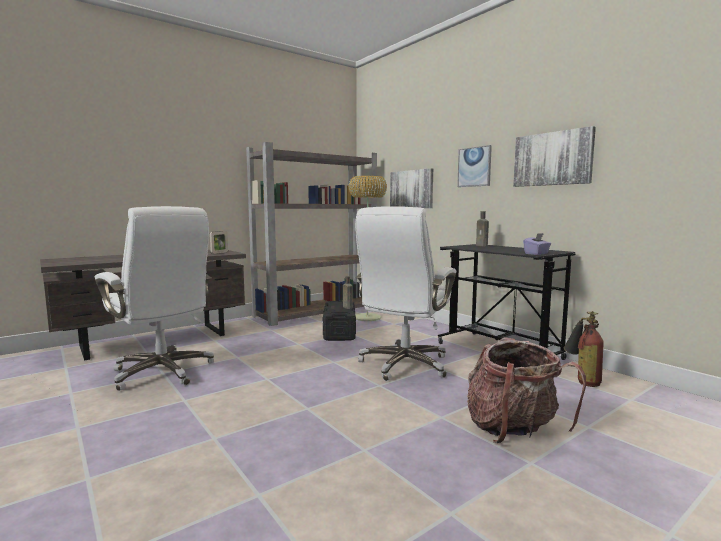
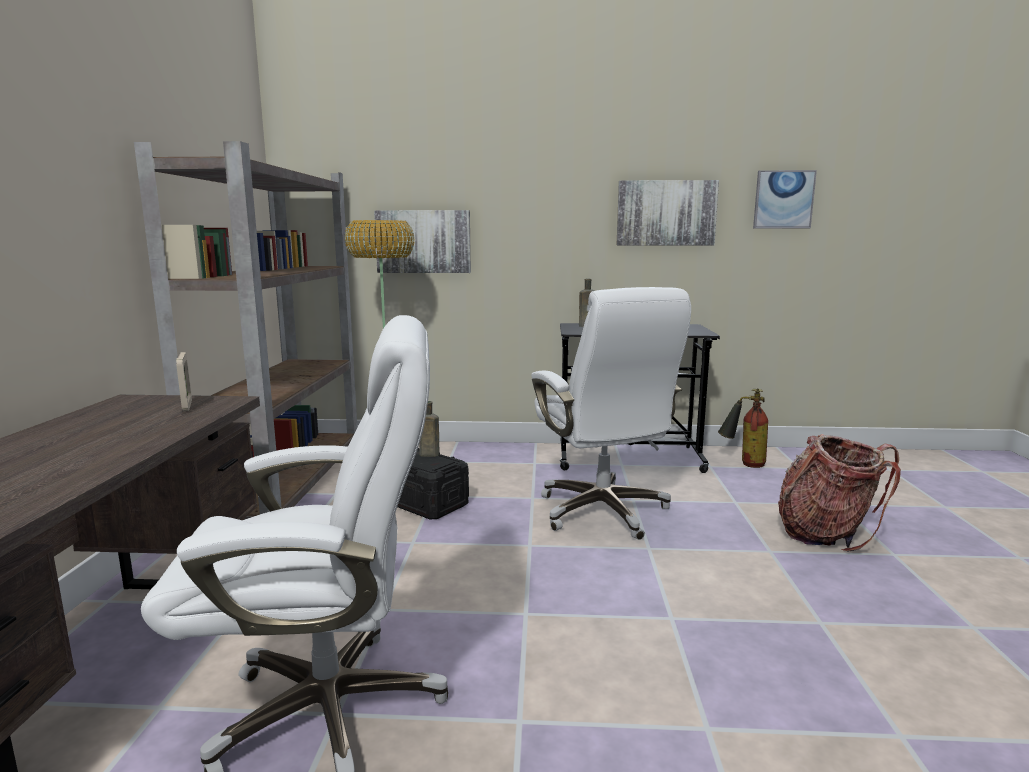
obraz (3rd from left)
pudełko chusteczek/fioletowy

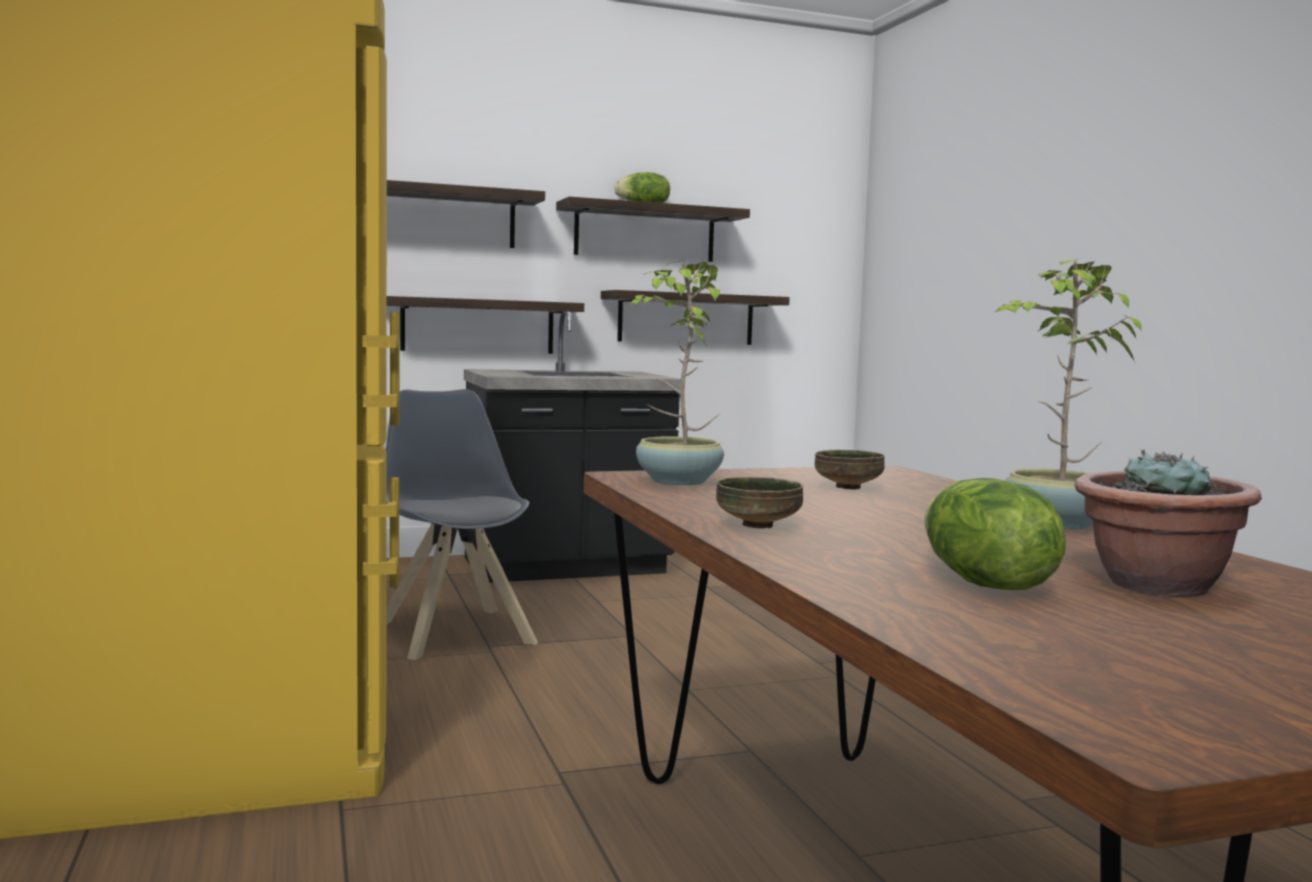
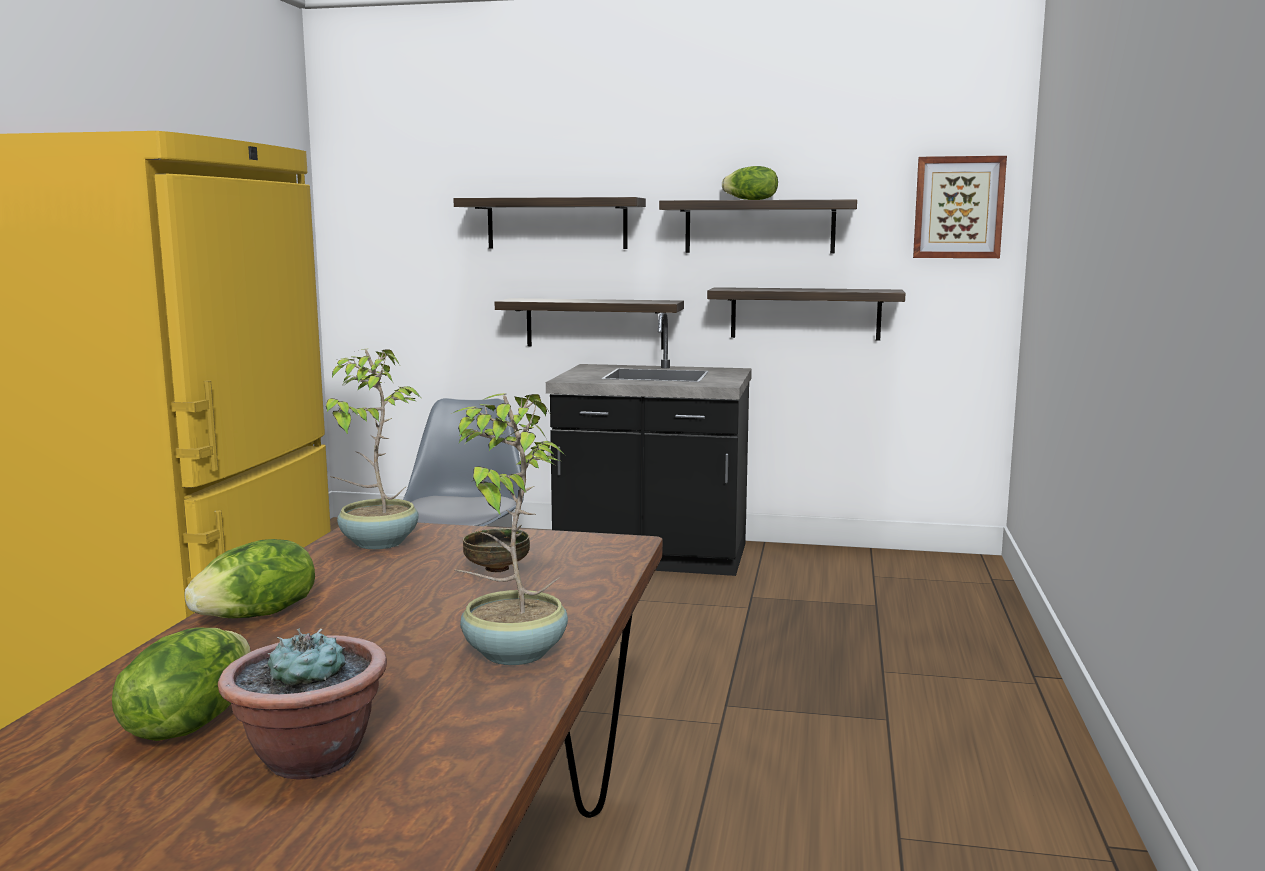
sałata (2nd from left)
obraz

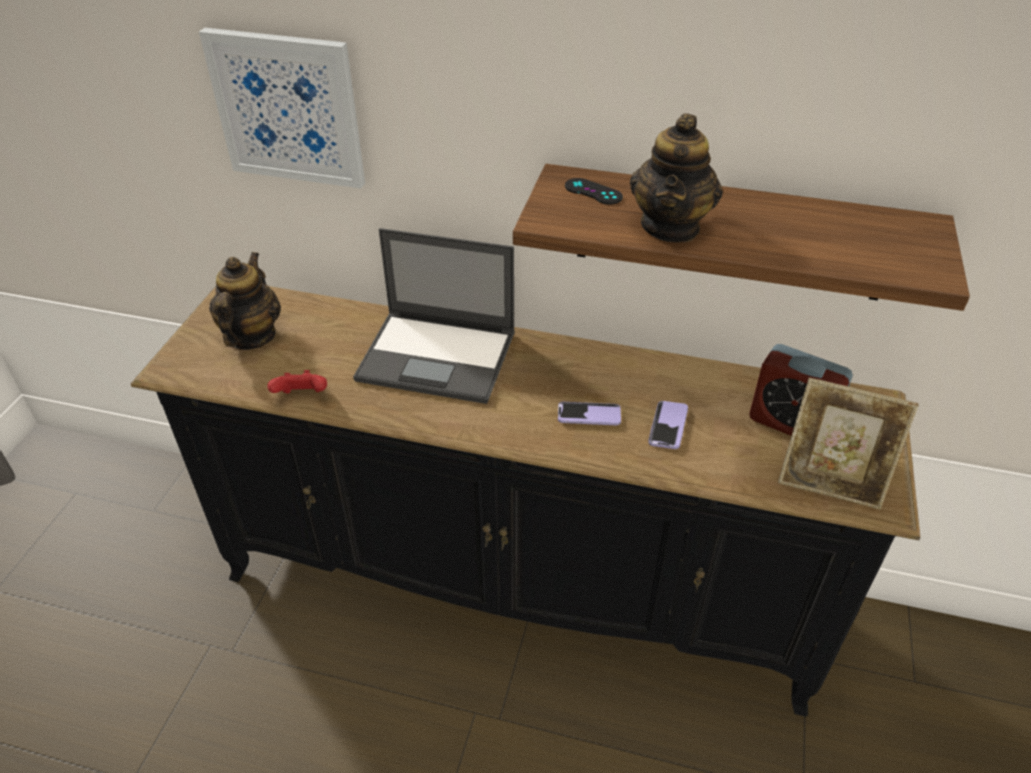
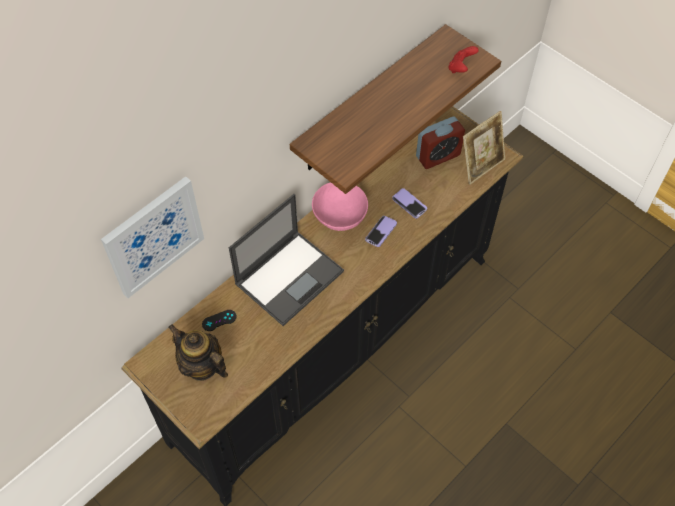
imbryk (2nd from left in the first image)
pad do gier/czarny
pad do gier/czerwony
miska/różowy

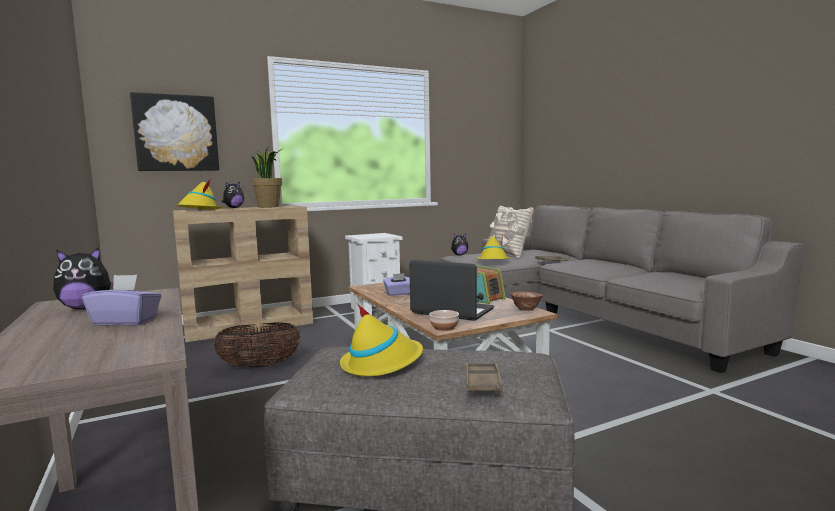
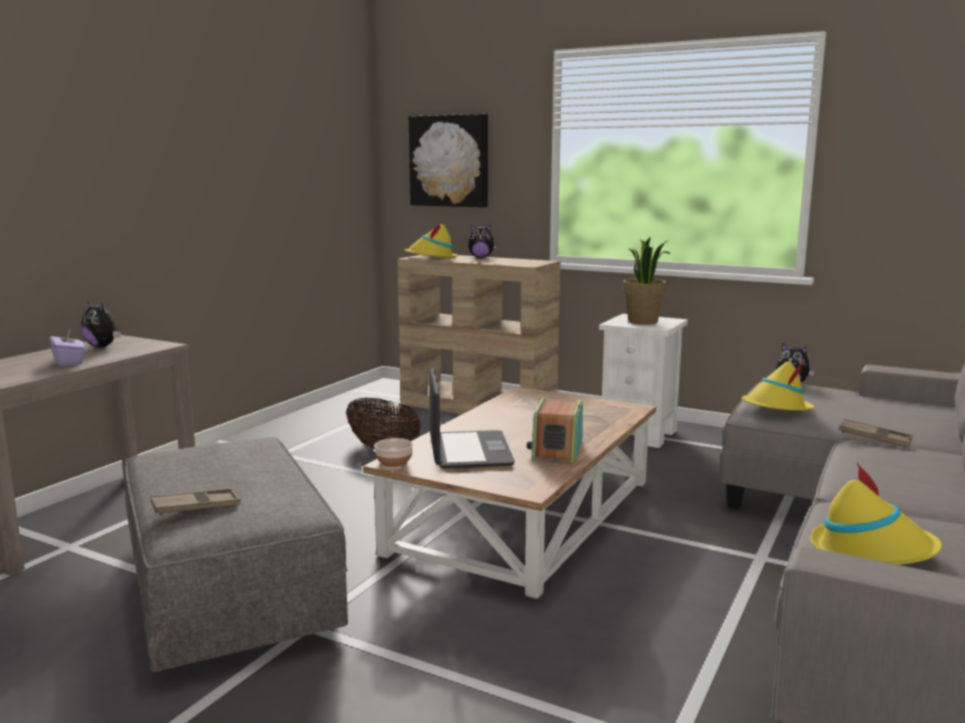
roślina doniczkowa
poduszka/beżowy
pudełko chusteczek/fioletowy (2nd from left in the first image)
miska (2nd from left in the first image)
kapelusz/żółty (3rd from left)

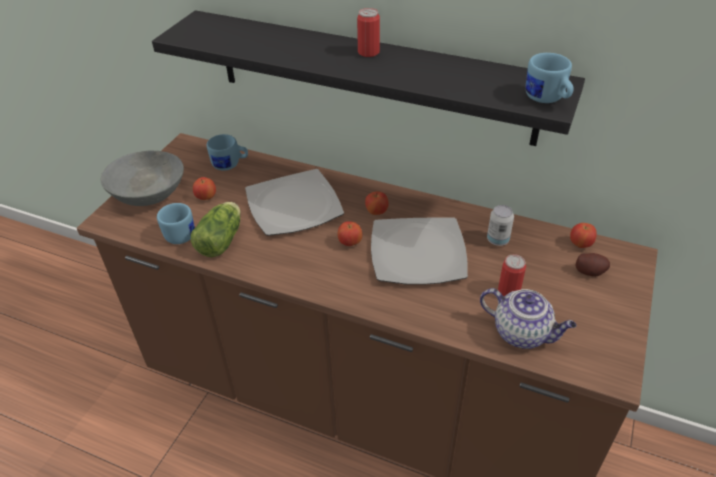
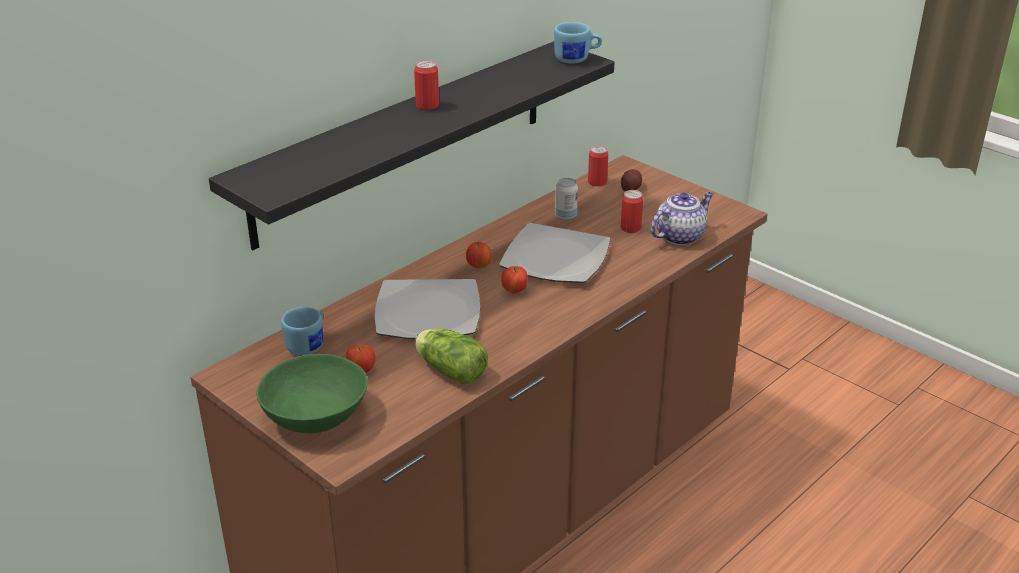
miska/zielony
kubek/niebieski (1st from left in the first image)
puszka (3rd from left)

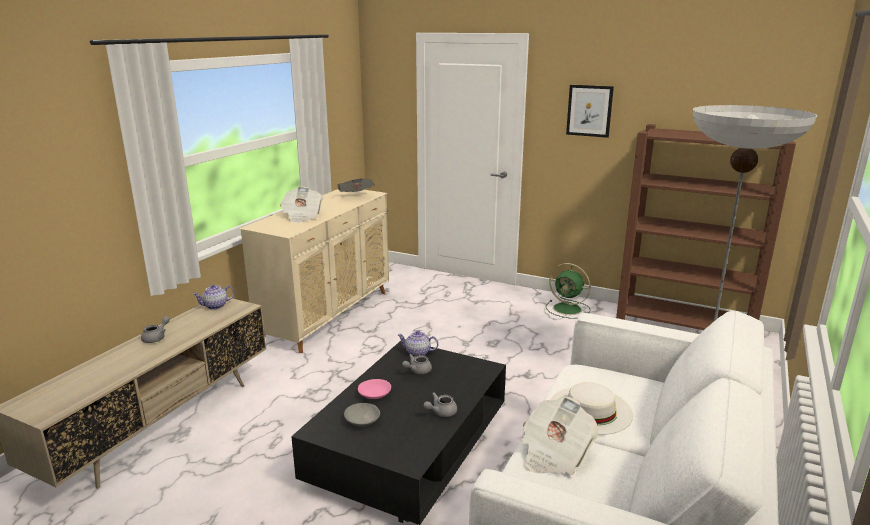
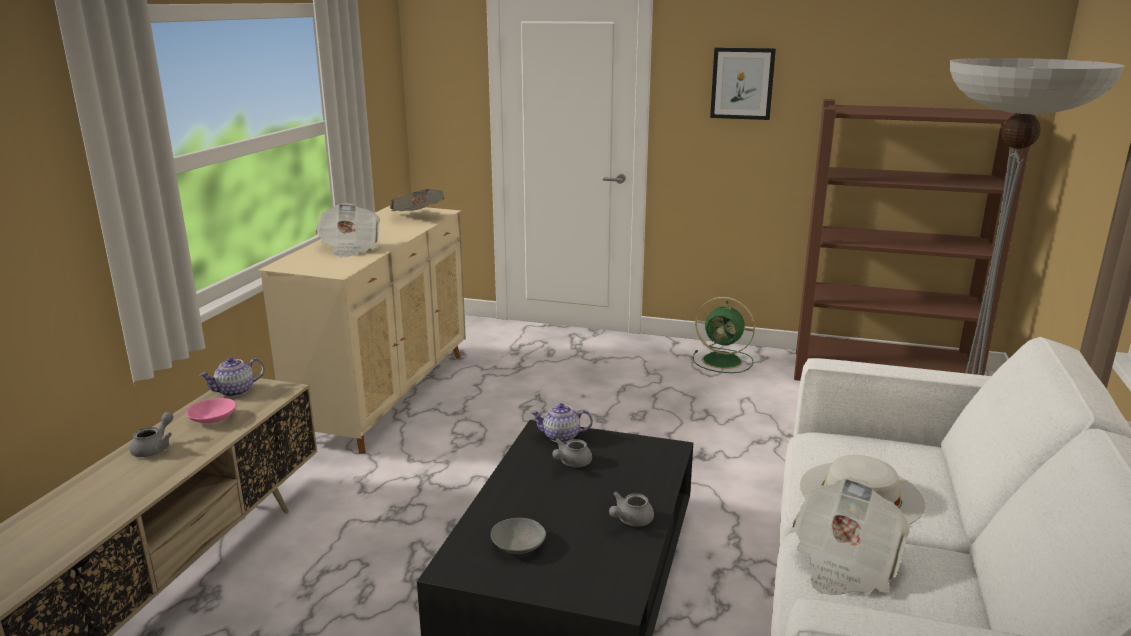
miska/różowy

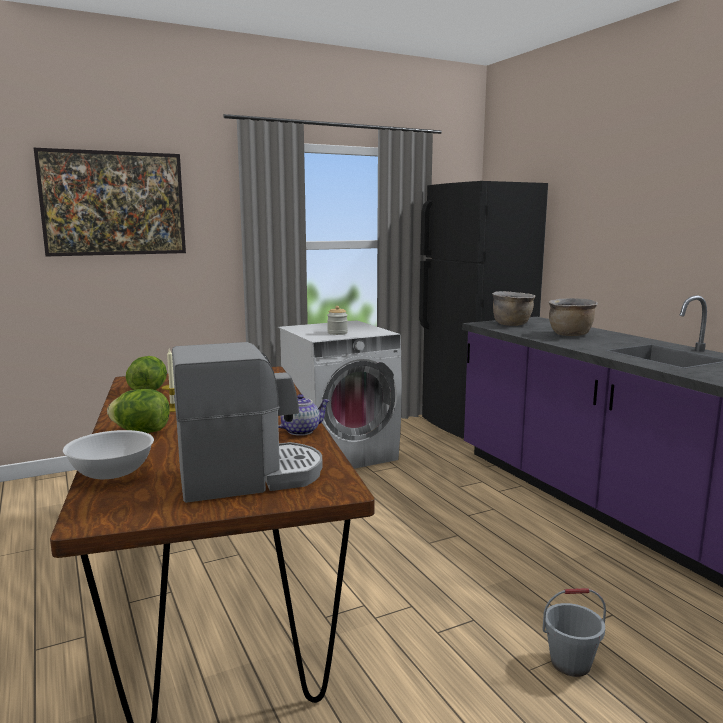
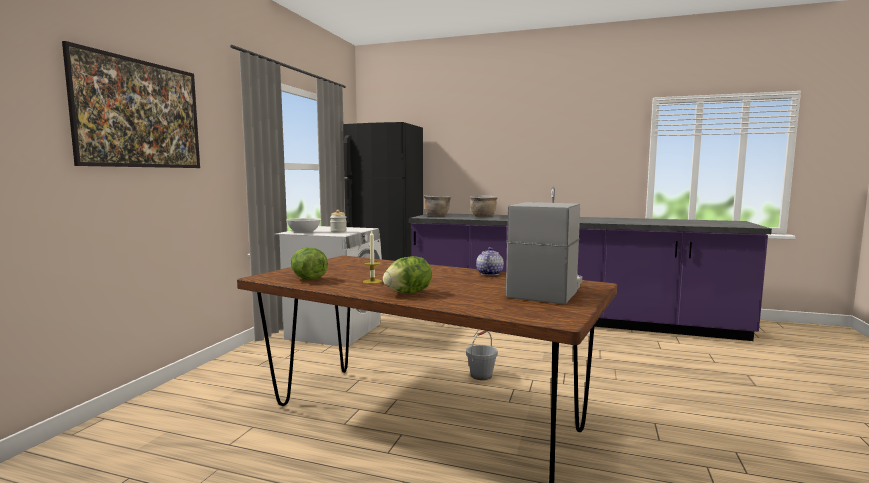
miska/biały
wiadro/szary

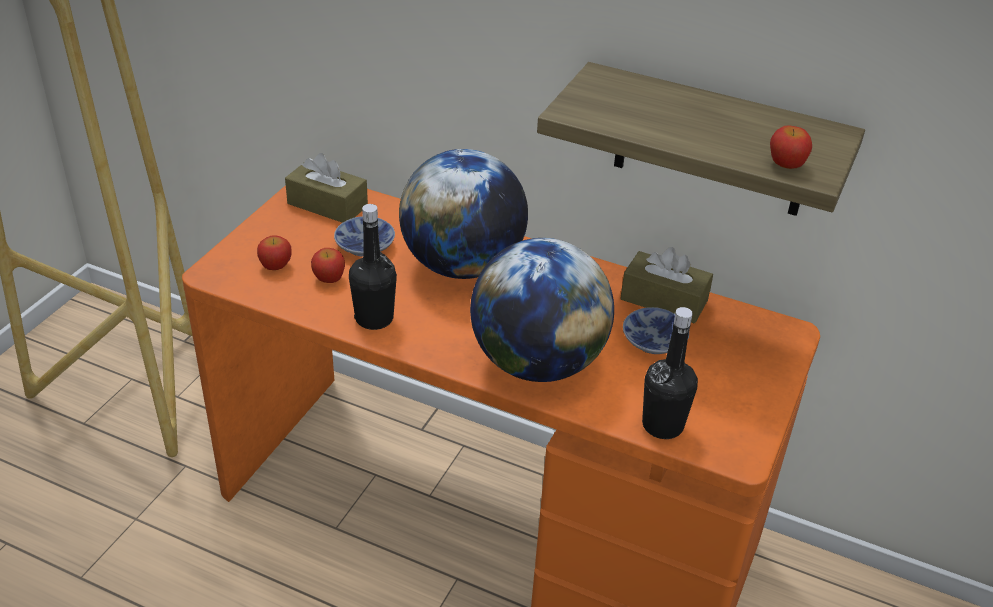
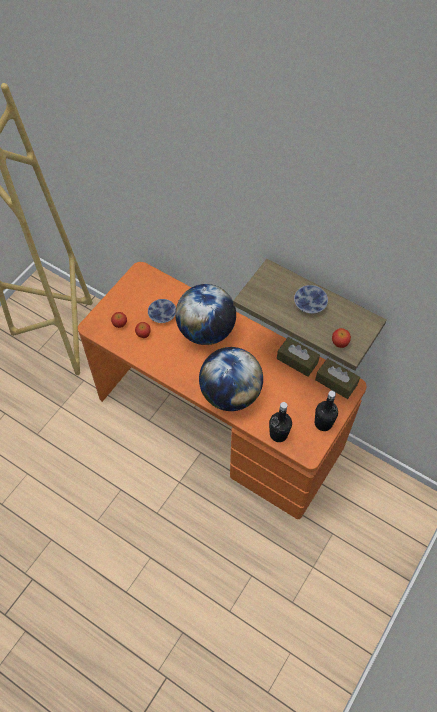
pudełko chusteczek/brązowy (2nd from left)
butelka/czarny (2nd from left)
miska (2nd from left)

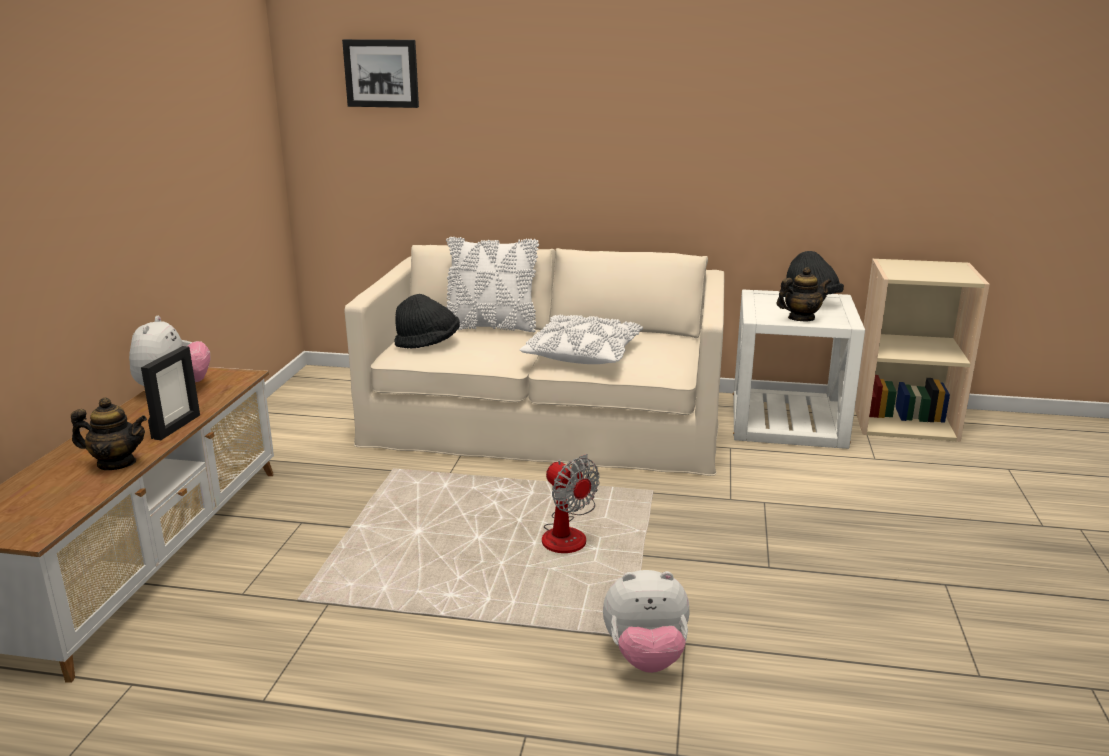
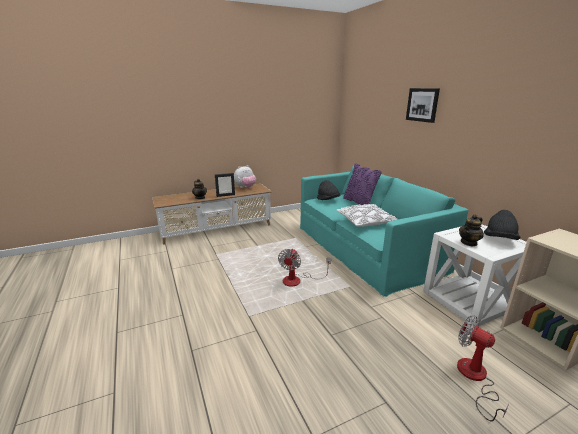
obraz
poduszka/fioletowy
kanapa/turkusowy
imbryk (2nd from left)
pluszak (2nd from left in the first image)
wentylator (2nd from left)

